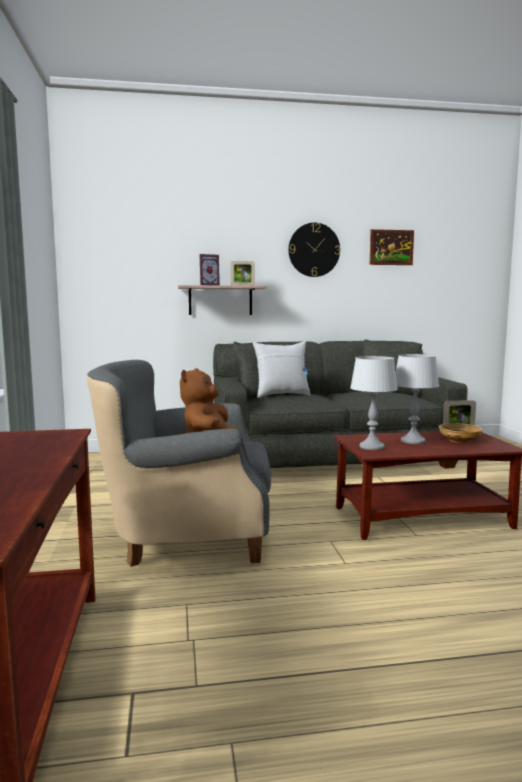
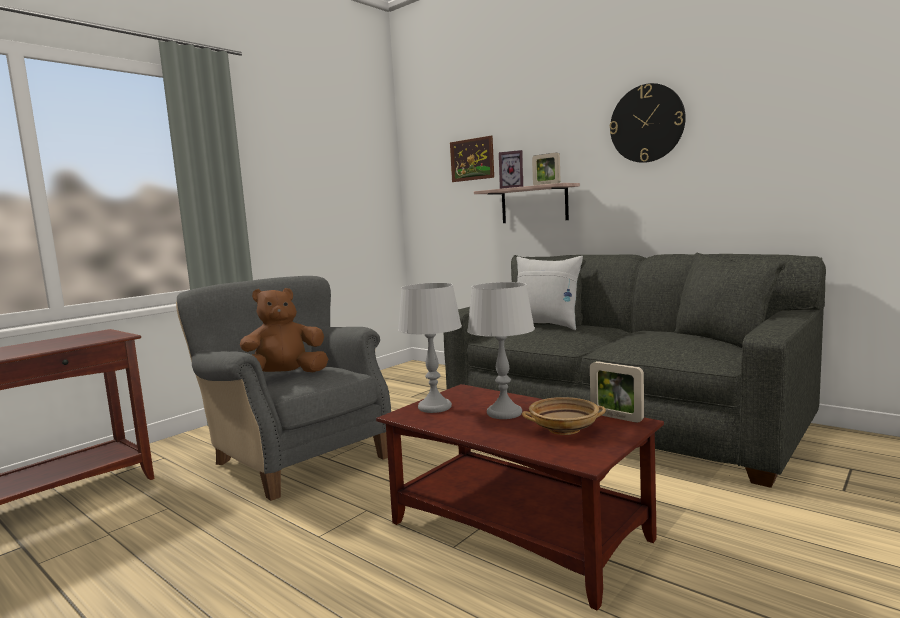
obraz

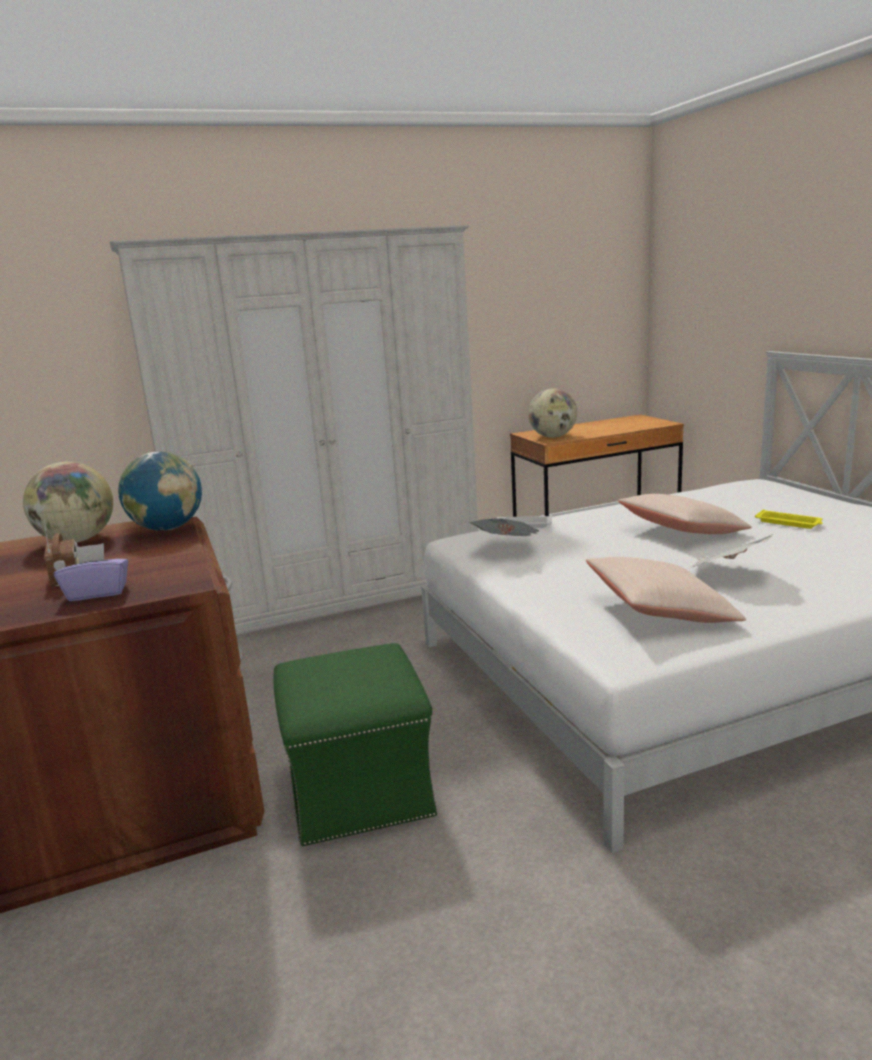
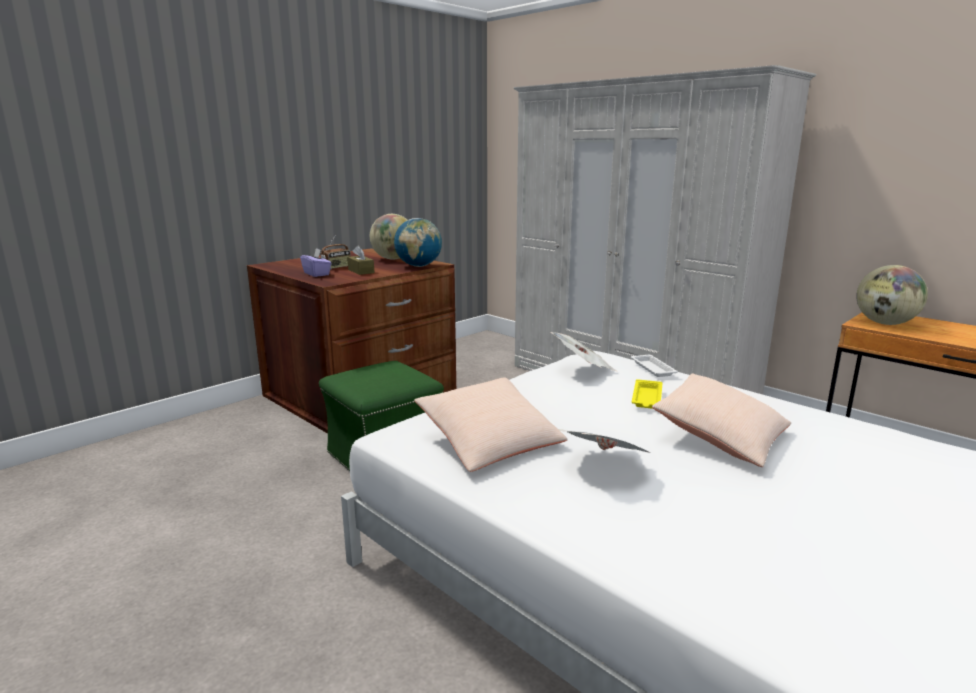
taca/żółty
pudełko chusteczek/brązowy

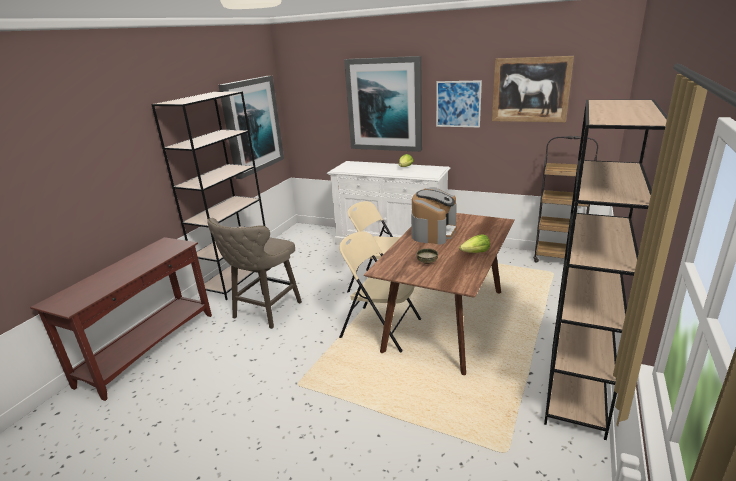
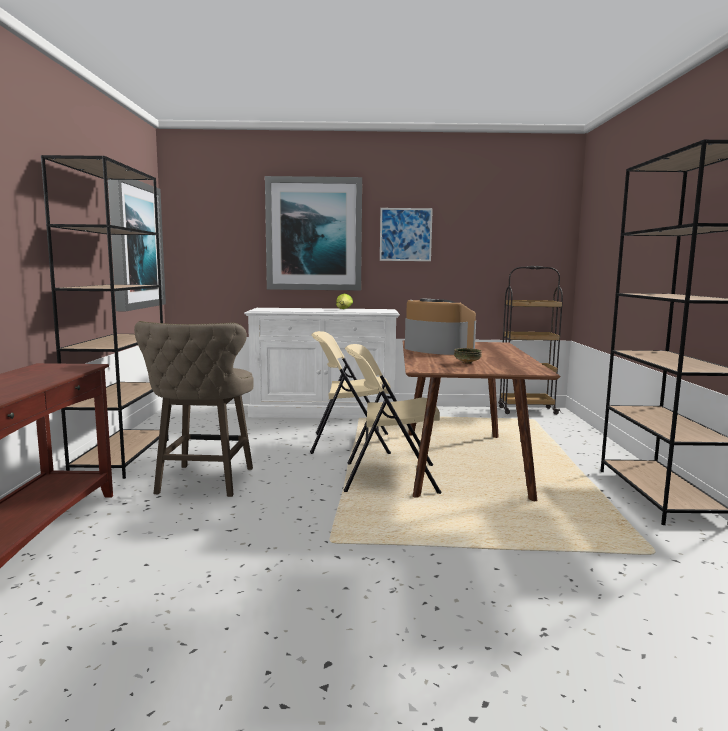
obraz (4th from left in the first image)
ekspres do kawy
sałata (2nd from left in the first image)

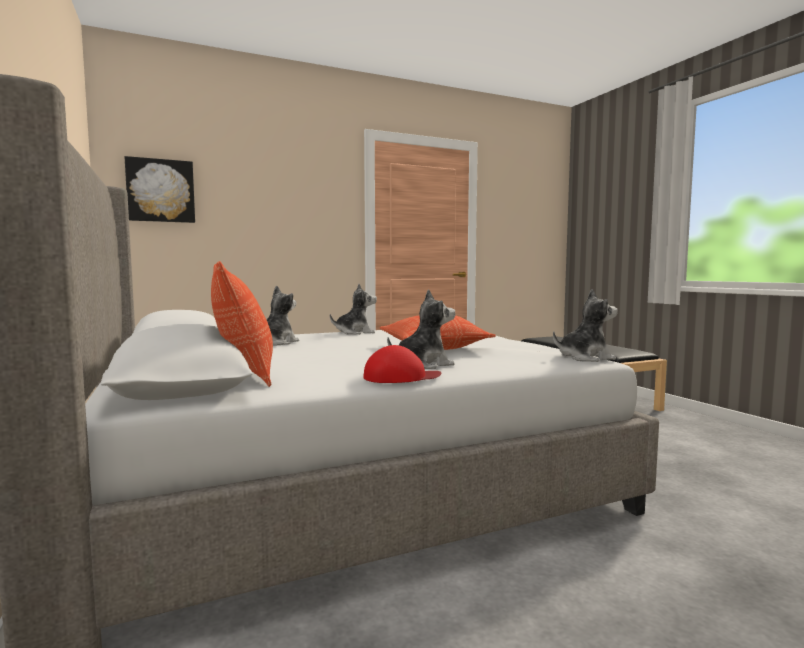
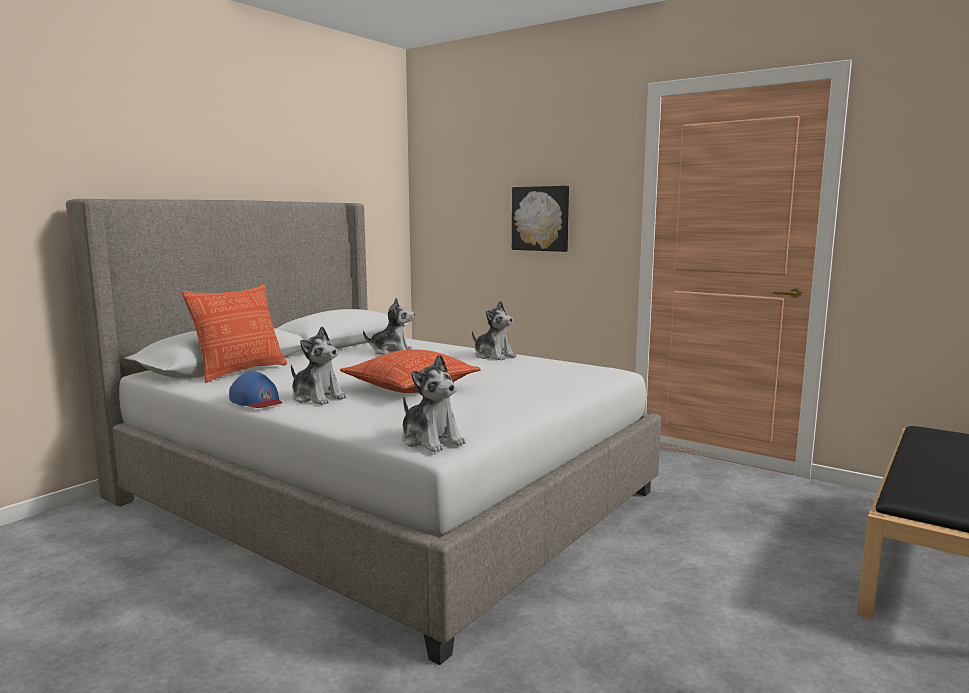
obraz
czapka z daszkiem/niebieski

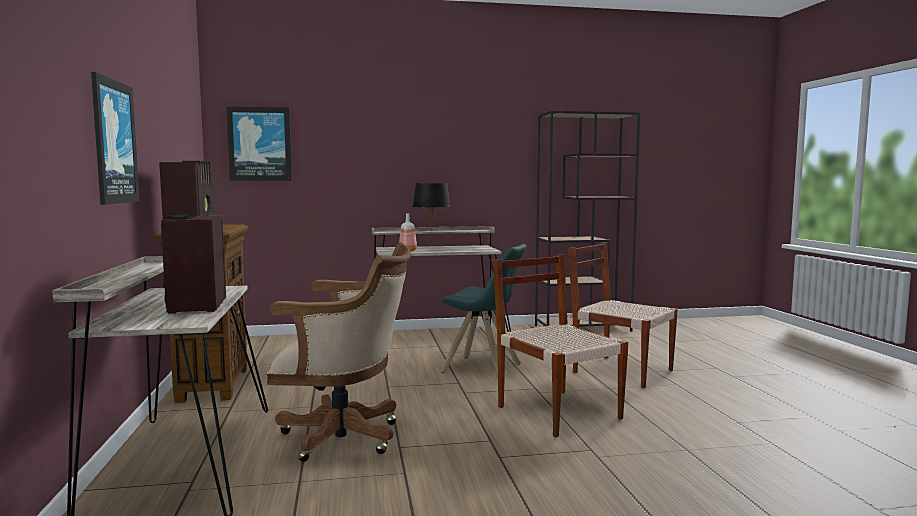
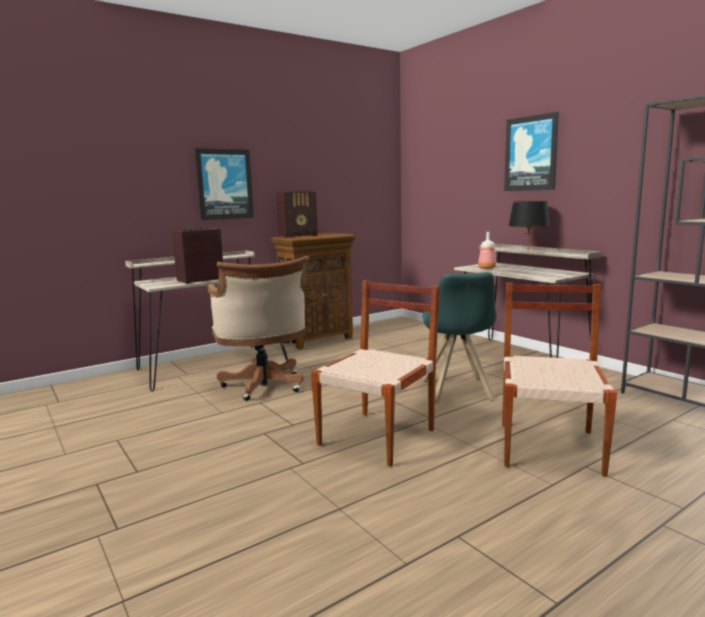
obraz (2nd from left)

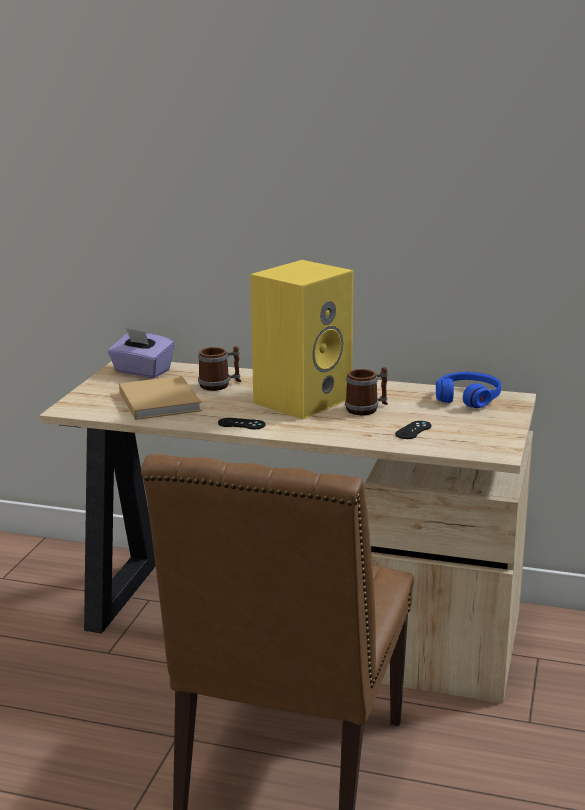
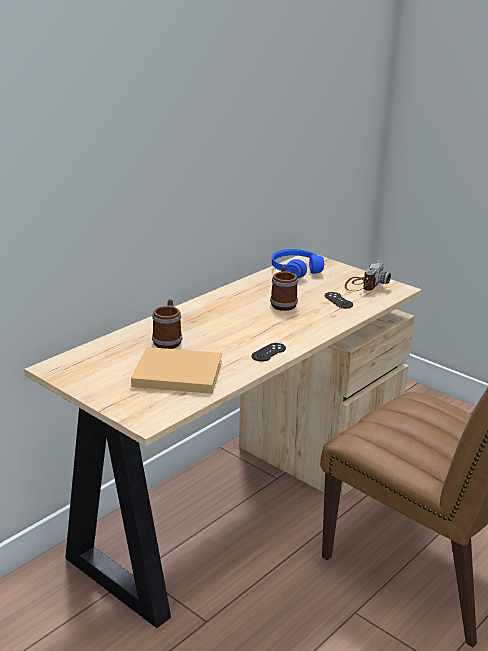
głośnik/żółty
pudełko chusteczek/fioletowy
aparat fotograficzny

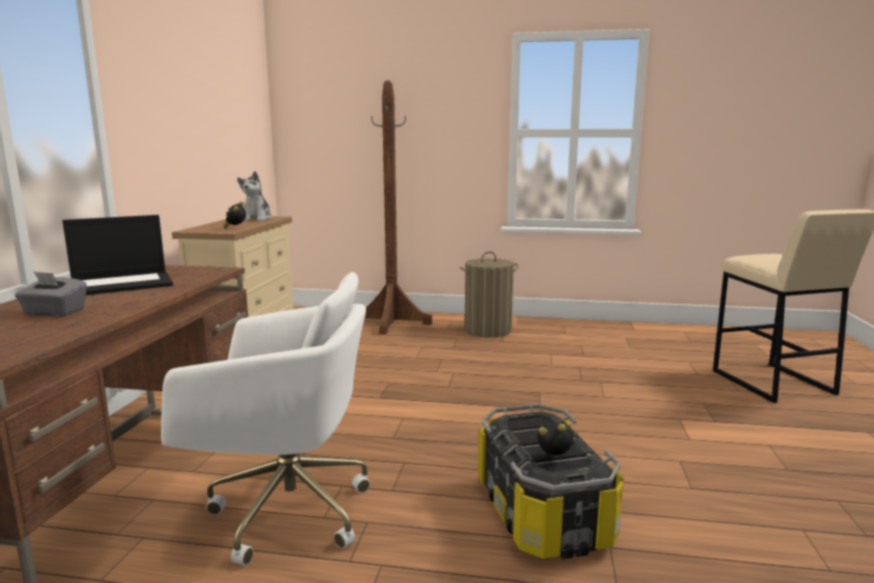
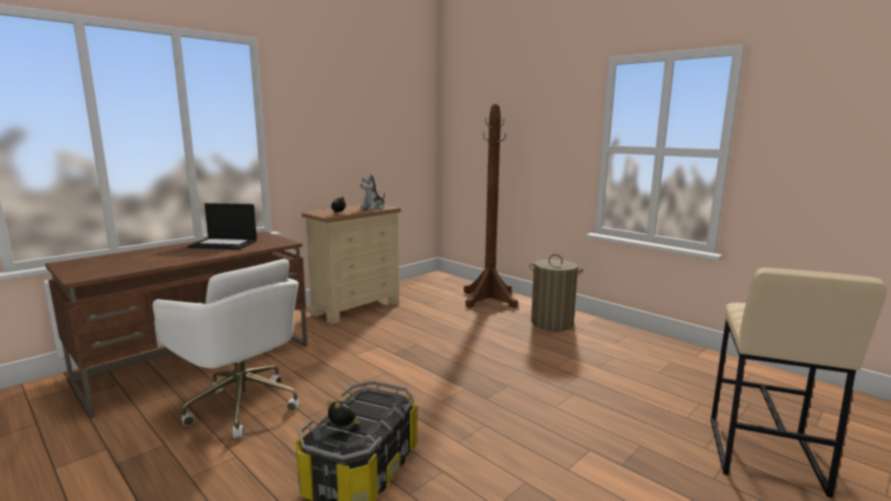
pudełko chusteczek/szary

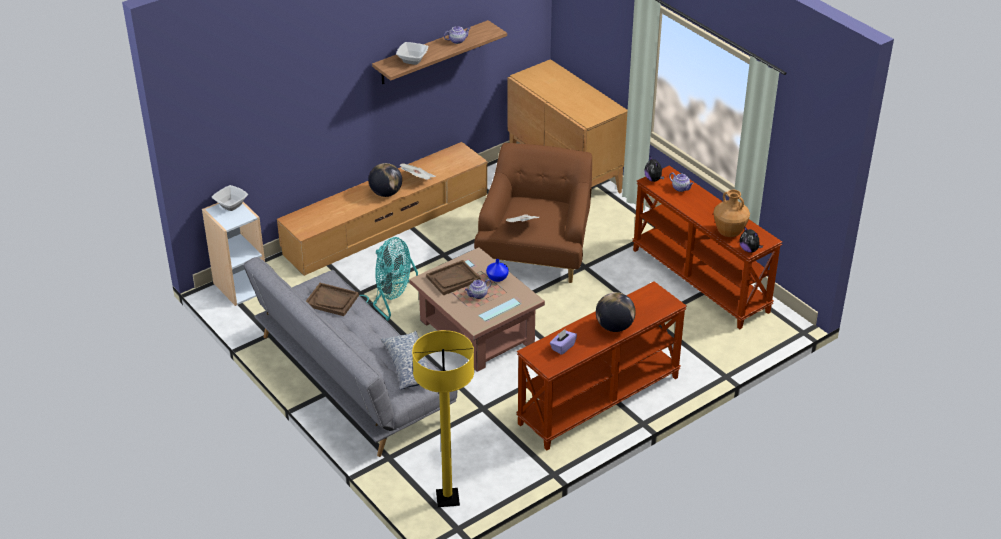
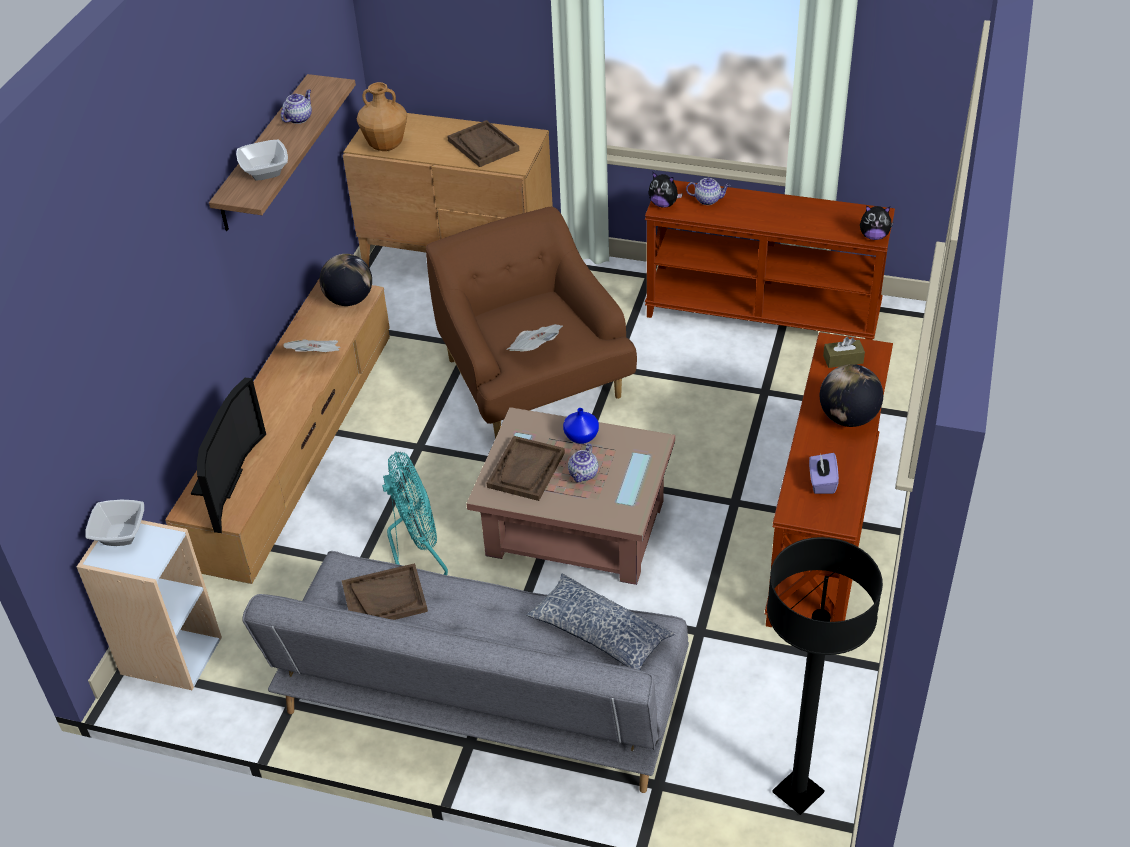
globus (1st from left)
wazon/brązowy
lampa stojąca/czarny
taca/brązowy (2nd from left)
pudełko chusteczek/brązowy
telewizor

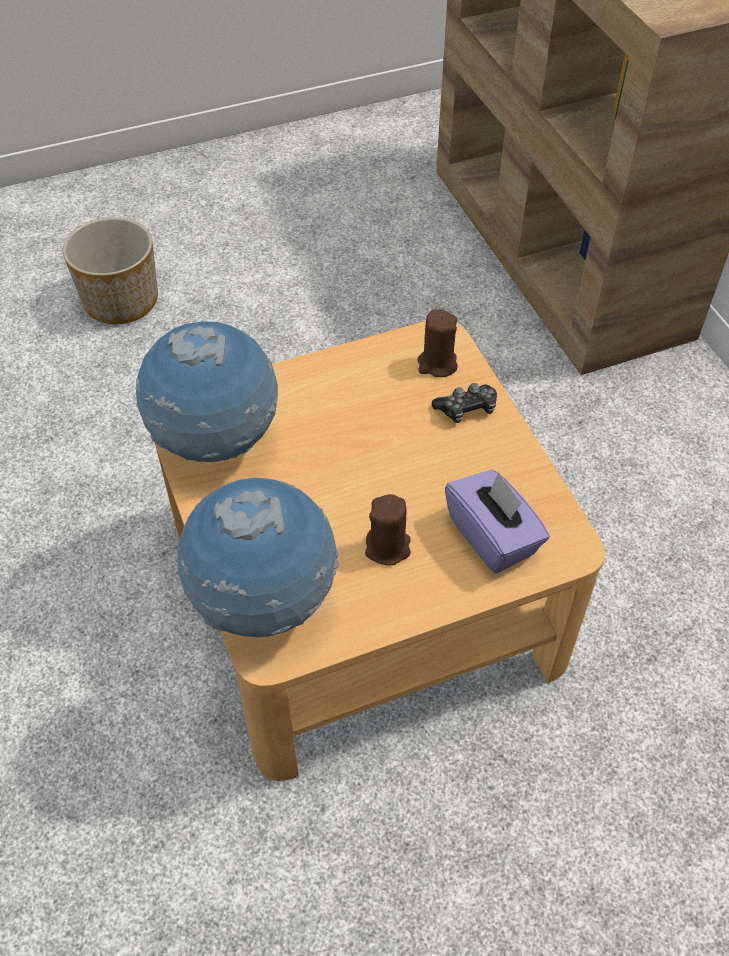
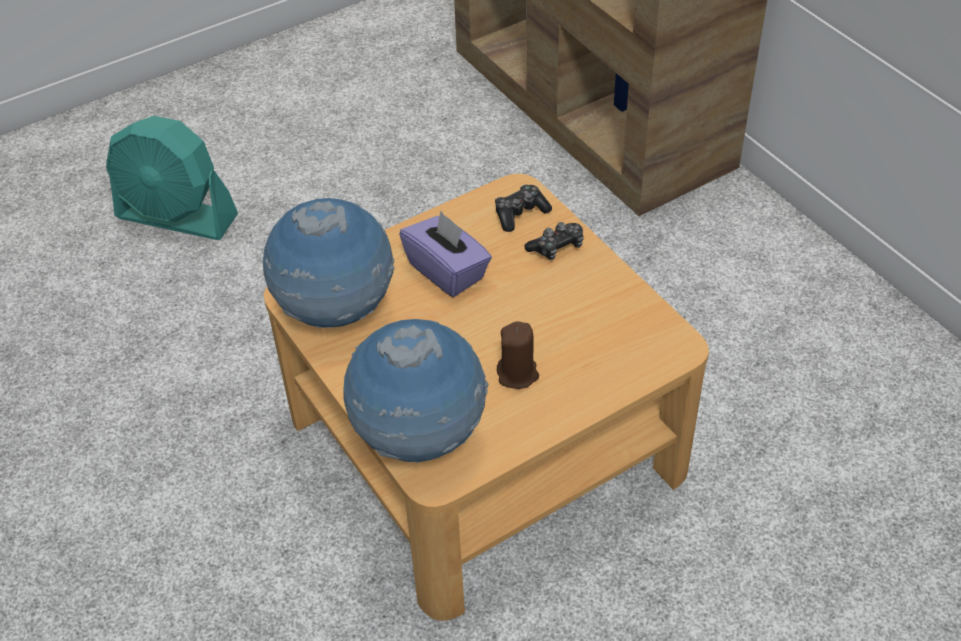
wentylator/turkusowy
pad do gier (1st from left)
pudełko chusteczek/fioletowy

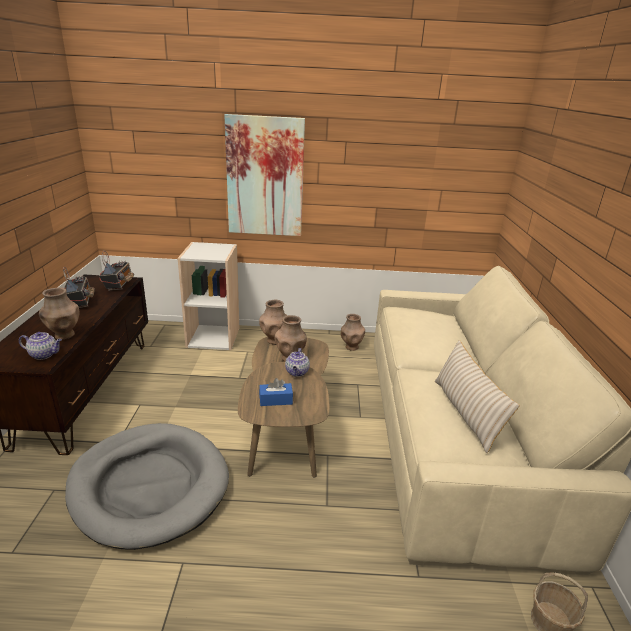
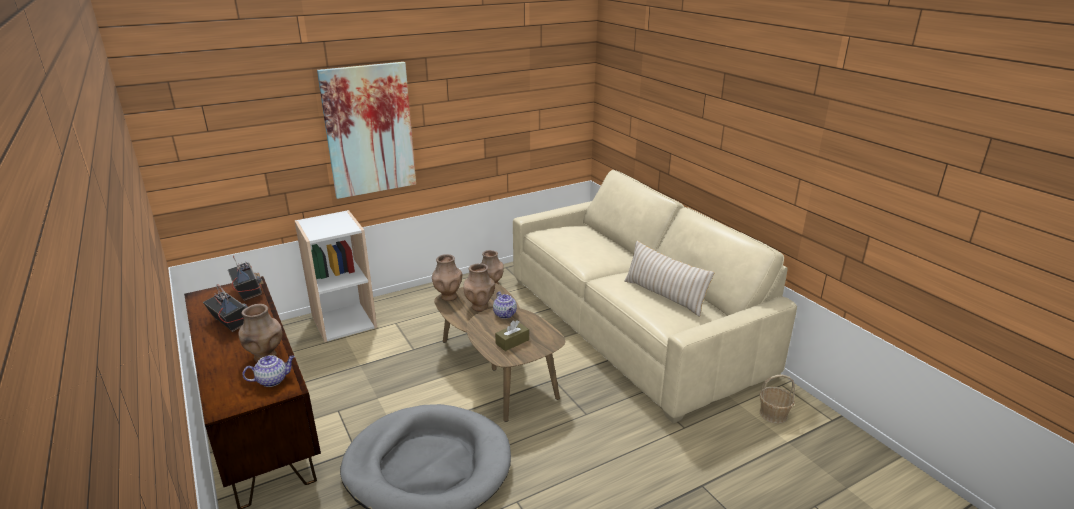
pudełko chusteczek/brązowy

